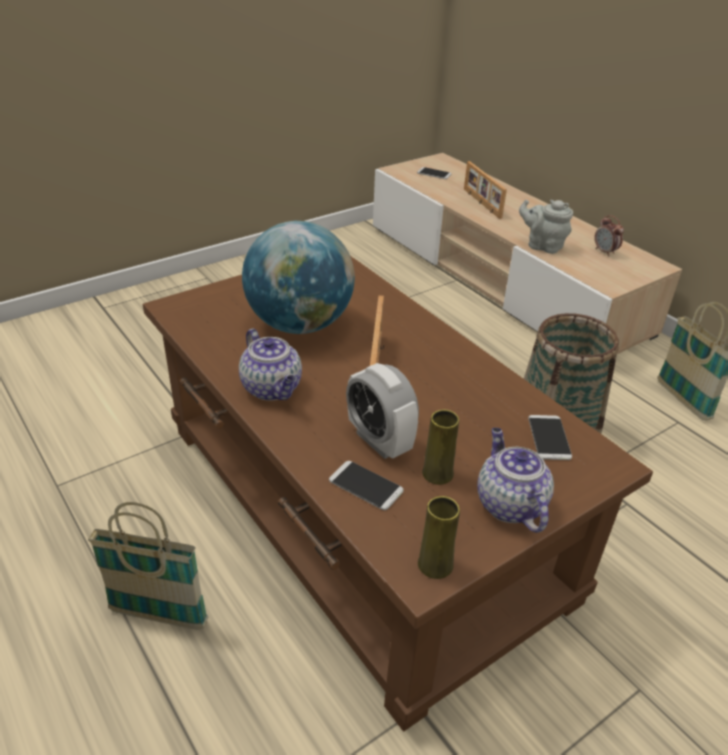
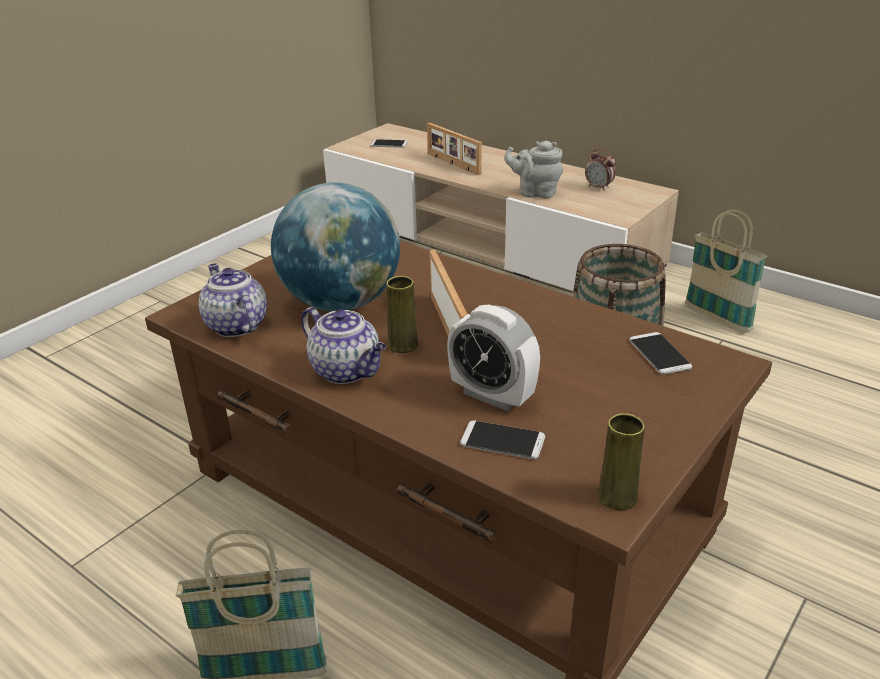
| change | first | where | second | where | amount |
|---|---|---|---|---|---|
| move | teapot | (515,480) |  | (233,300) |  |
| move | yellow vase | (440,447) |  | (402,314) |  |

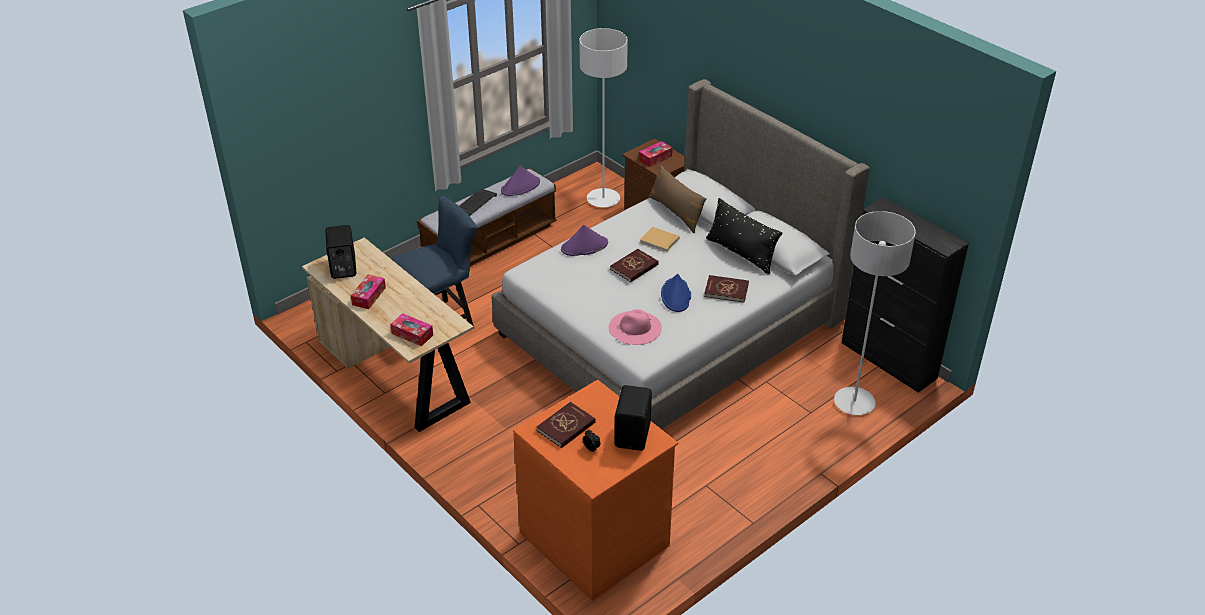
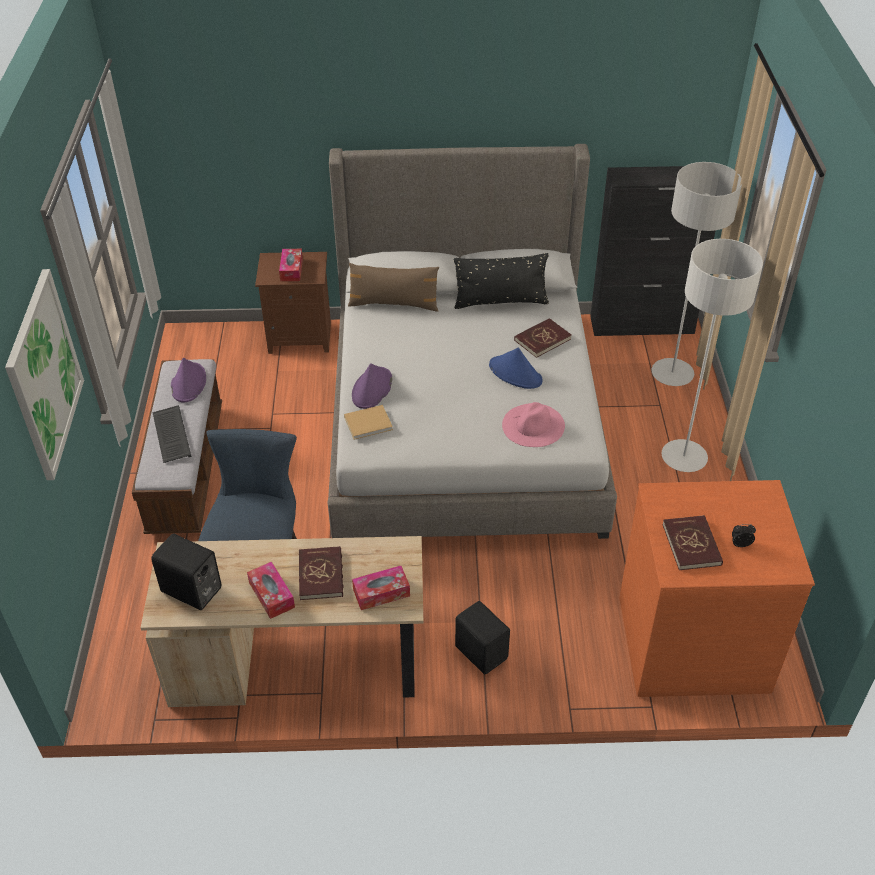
| change | first | where | second | where | amount |
|---|---|---|---|---|---|
| insert |  |  | picture | (44,374) |  |
| move | red book | (634,265) |  | (321,573) |  |
| move | beige book | (660,239) |  | (368,422) |  |
| move | black speaker | (633,418) |  | (482,637) |  |
| move | white floor lamp | (603,117) |  | (712,355) |  |

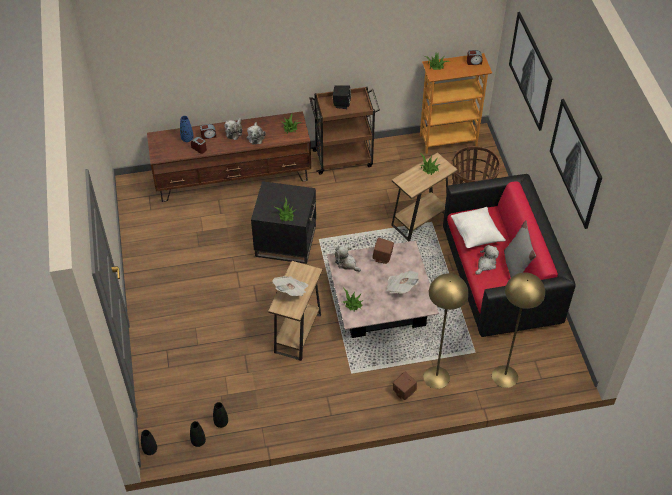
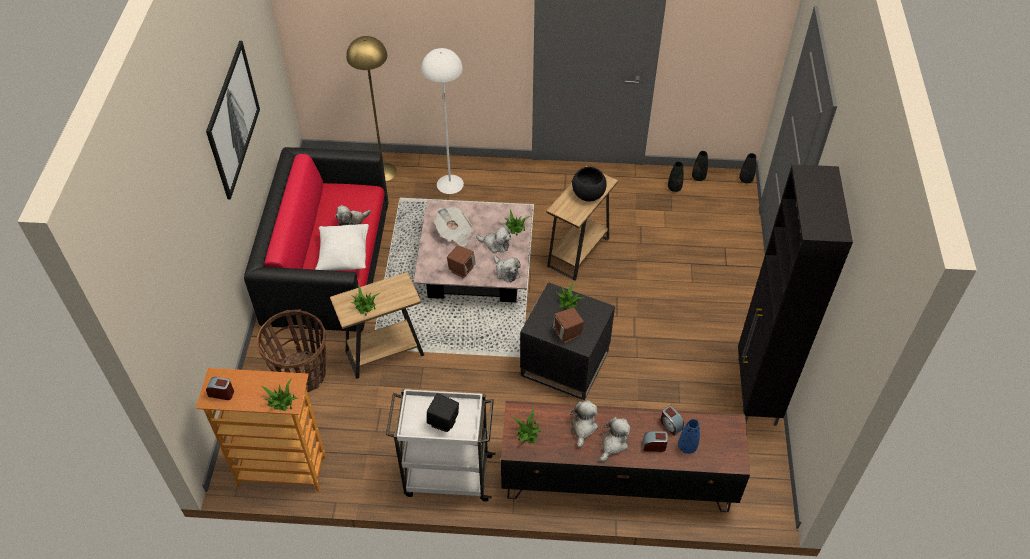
| change | first | where | second | where | amount |
|---|---|---|---|---|---|
| recolor | brown cart | (345,130) | white cart | (441,445) |  |
| recolor | yellow floor lamp | (446,331) | white floor lamp | (442,121) |  |
| insert |  |  | plush toy | (493,239) |  |
| move | brown speaker | (405,385) |  | (568,325) |  |
| replace | newspaper | (290,286) | black bowl | (589,184) |  |
| insert |  |  | black cabinet | (795,295) |  |
| delete | grey pillow | (520,248) |  |  |  |
| delete | picture | (531,71) |  |  |  |

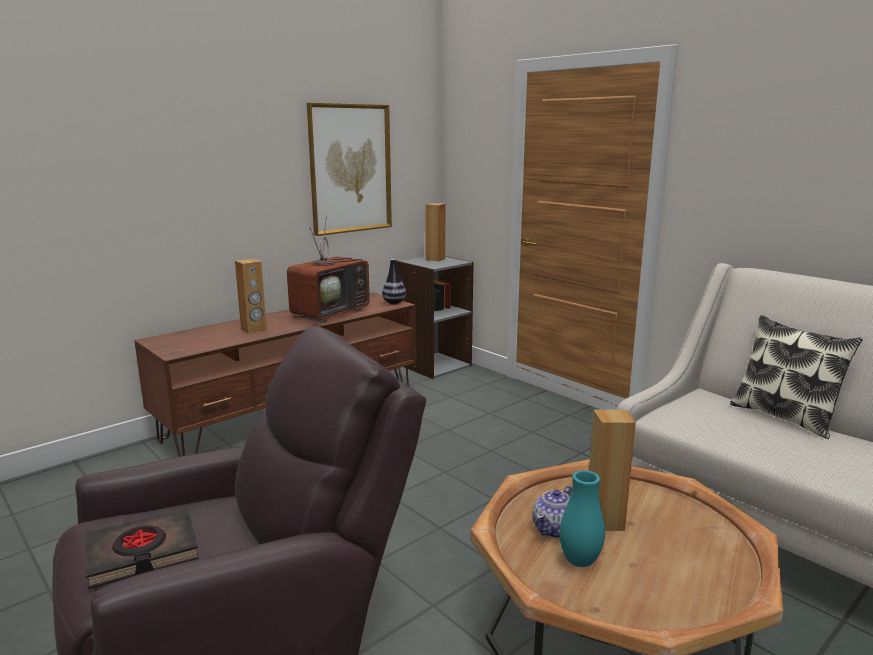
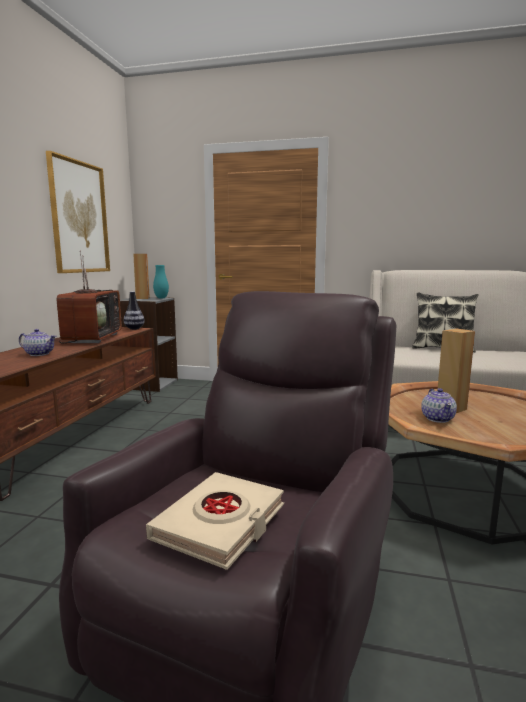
| change | first | where | second | where | amount |
|---|---|---|---|---|---|
| replace | brown speaker | (251,296) | teapot | (37,342) |  |
| recolor | black book | (142,549) | beige book | (215,521) |  |
| move | turquoise vase | (582,518) |  | (161,281) |  |

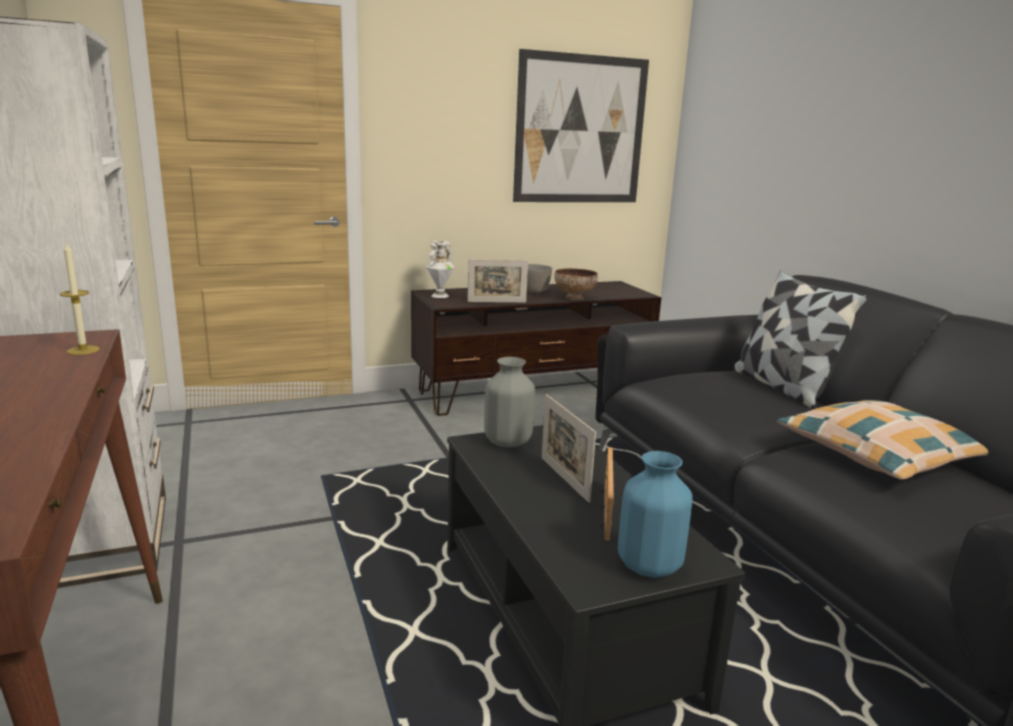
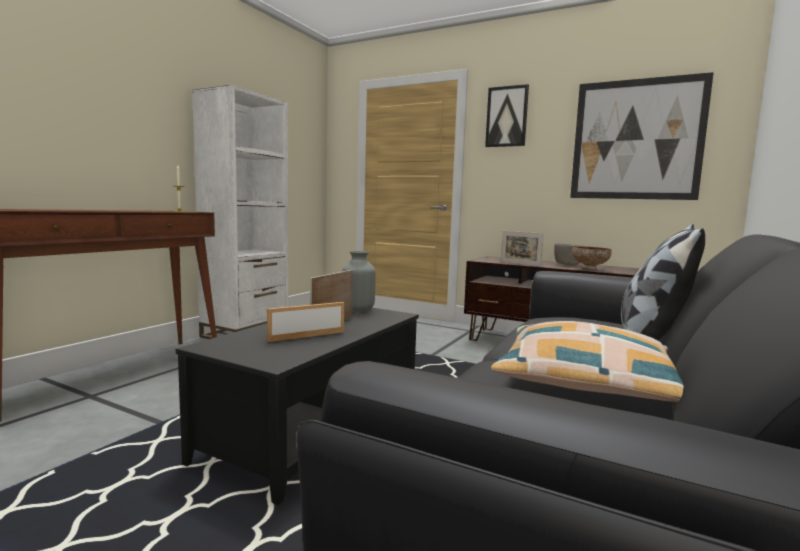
| change | first | where | second | where | amount |
|---|---|---|---|---|---|
| insert |  |  | picture | (507,115) |  |
| delete | white vase | (440,269) |  |  |  |
| delete | blue vase | (655,514) |  |  |  |

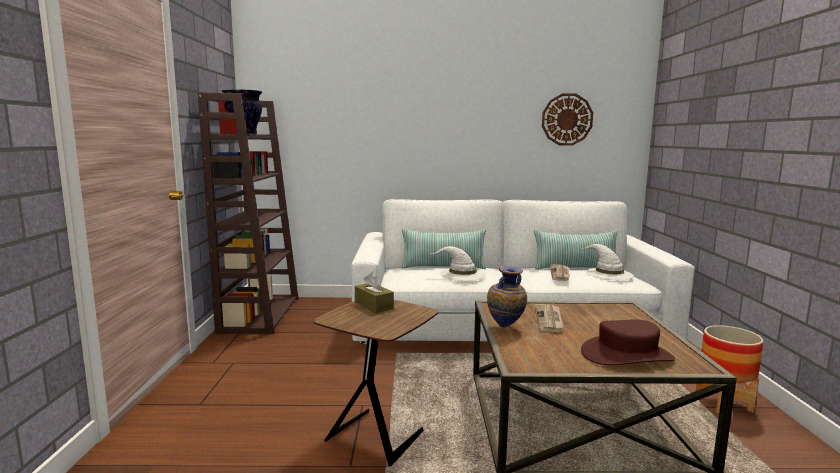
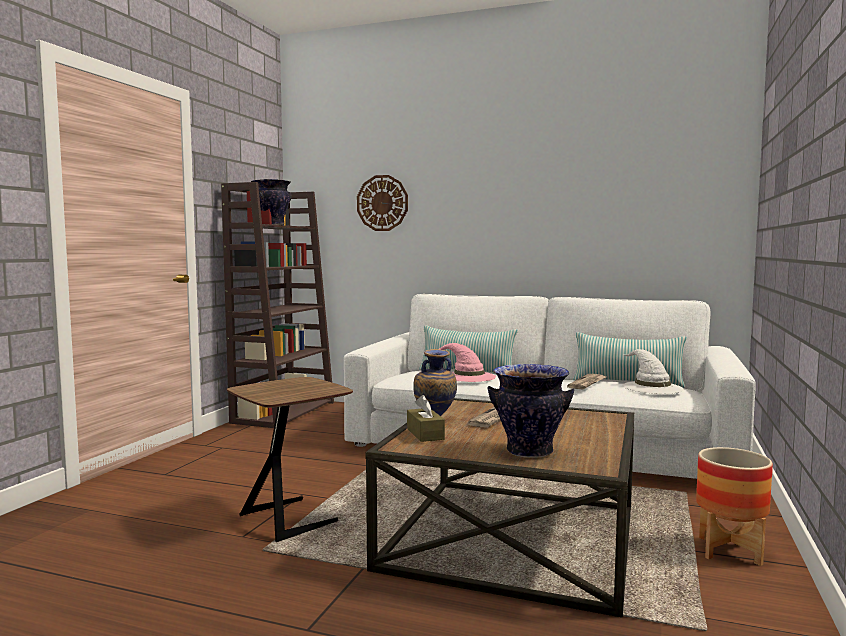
| change | first | where | second | where | amount |
|---|---|---|---|---|---|
| move | wall clock | (567,119) |  | (382,203) |  |
| move | brown tissue box | (374,293) |  | (426,418) |  |
| recolor | white hat | (458,263) | pink hat | (467,362) |  |
| replace | brown hat | (628,342) | vase | (531,411) |  |

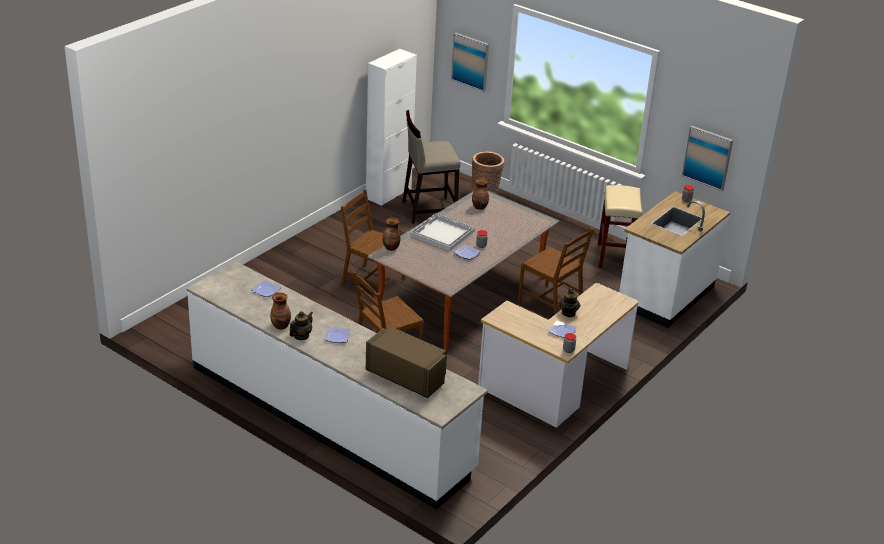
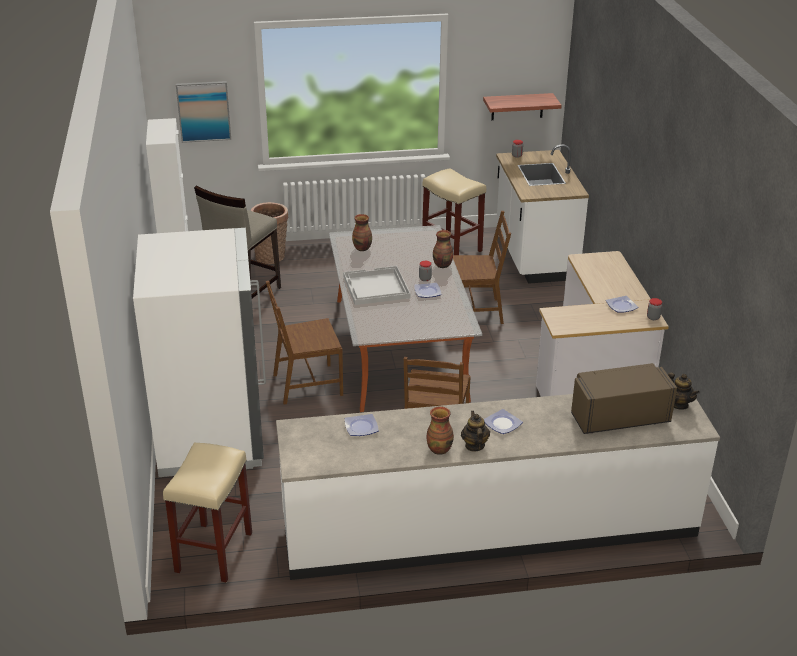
| change | first | where | second | where | amount |
|---|---|---|---|---|---|
| insert |  |  | white fridge | (199,352) |  |
| insert |  |  | beige stool | (207,512) |  |
| move | vase | (391,234) |  | (443,249) |  |
| replace | picture | (707,158) | shelf | (522,106) |  |
| move | teapot | (569,302) |  | (684,391) |  |

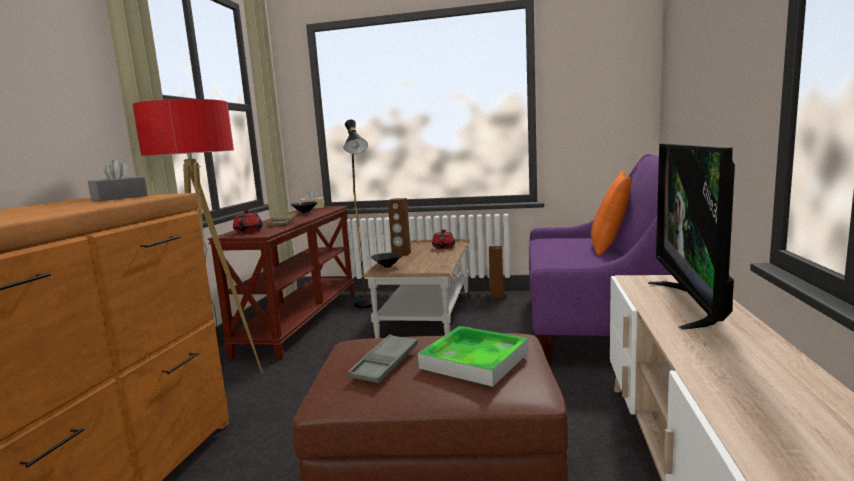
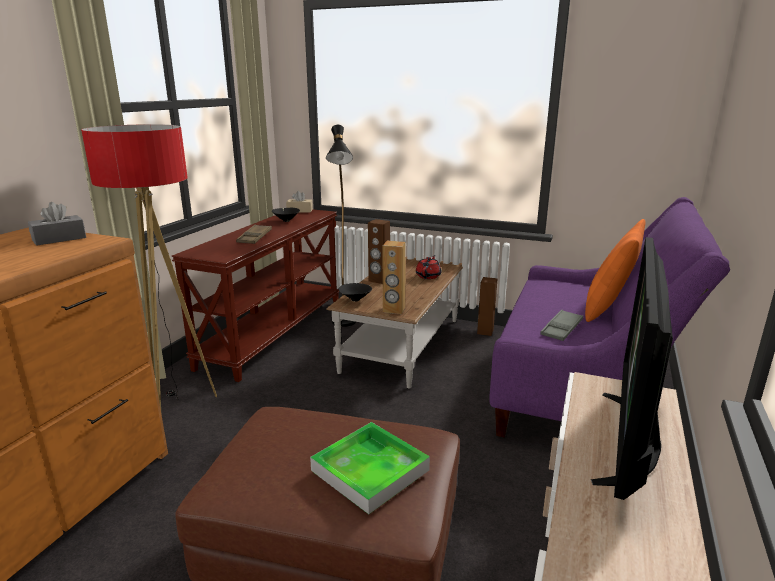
| change | first | where | second | where | amount |
|---|---|---|---|---|---|
| insert |  |  | brown speaker | (394,277) |  |
| move | grey tray | (383,358) |  | (561,325) |  |
| delete | red teapot | (248,221) |  |  |  |

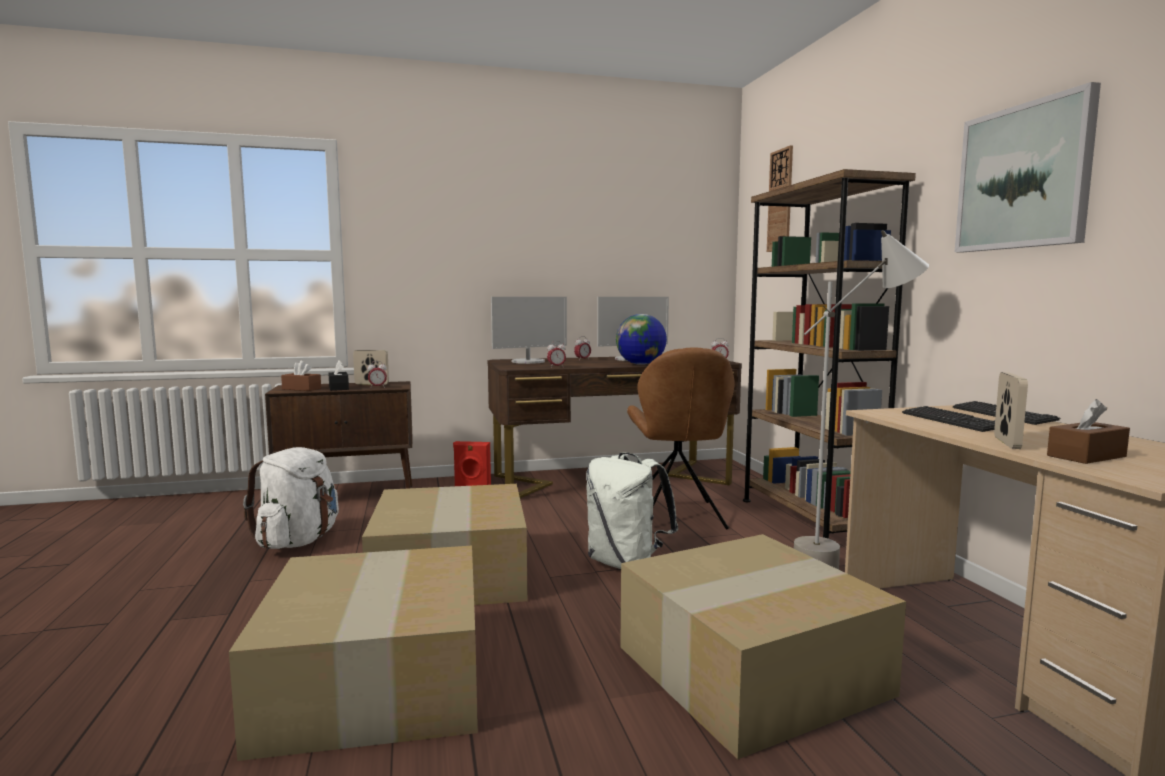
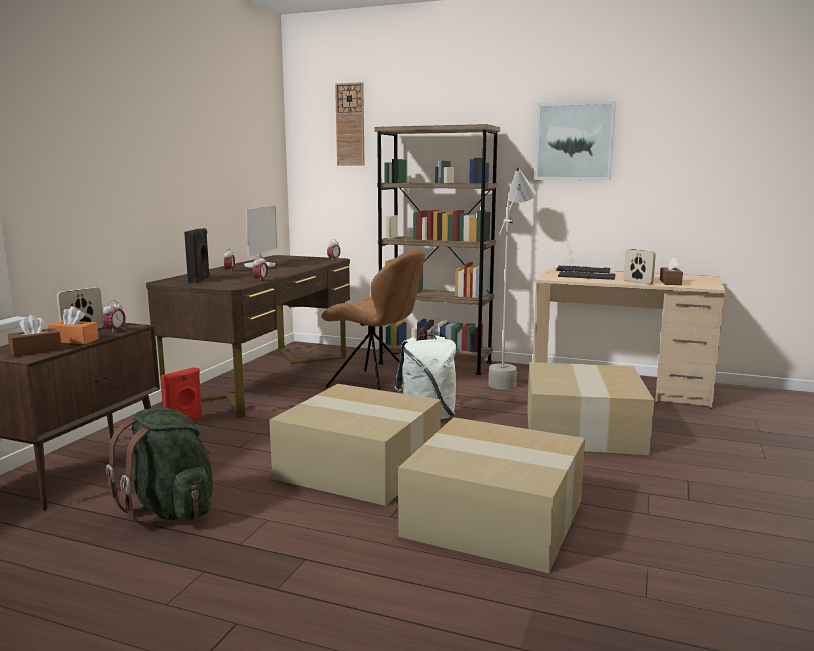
| change | first | where | second | where | amount |
|---|---|---|---|---|---|
| recolor | black tissue box | (338,375) | orange tissue box | (73,325) |  |
| recolor | white backpack | (291,498) | green backpack | (159,467) |  |
| replace | monitor | (529,330) | black speaker | (197,255) |  |
| delete | globe | (641,339) |  |  |  |

